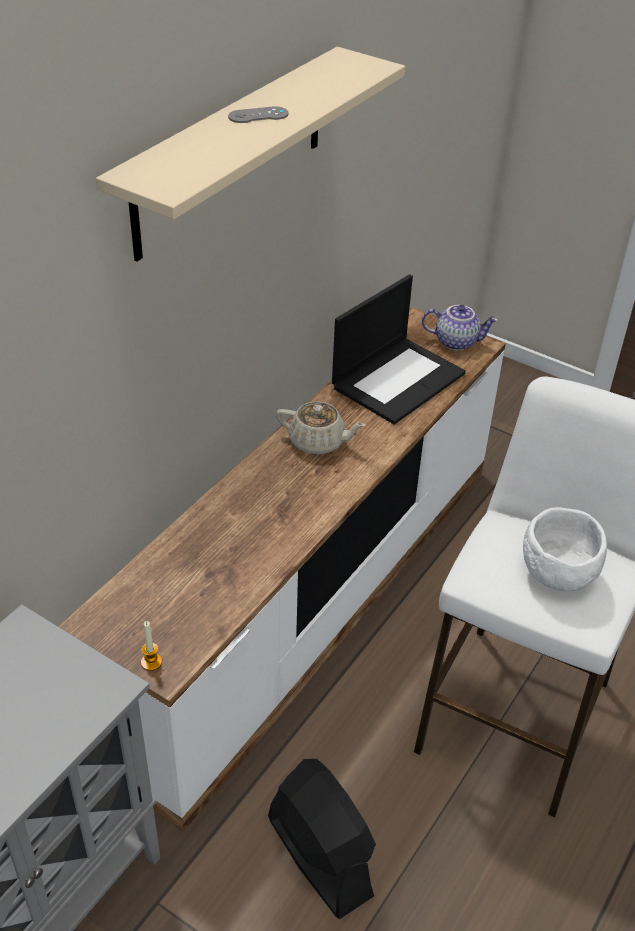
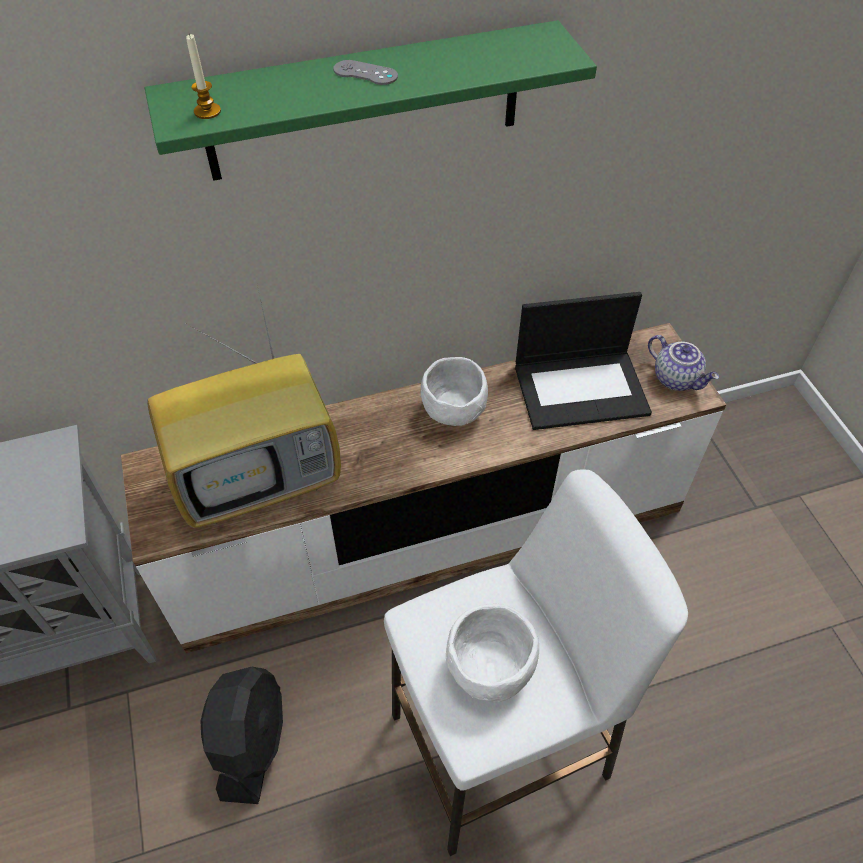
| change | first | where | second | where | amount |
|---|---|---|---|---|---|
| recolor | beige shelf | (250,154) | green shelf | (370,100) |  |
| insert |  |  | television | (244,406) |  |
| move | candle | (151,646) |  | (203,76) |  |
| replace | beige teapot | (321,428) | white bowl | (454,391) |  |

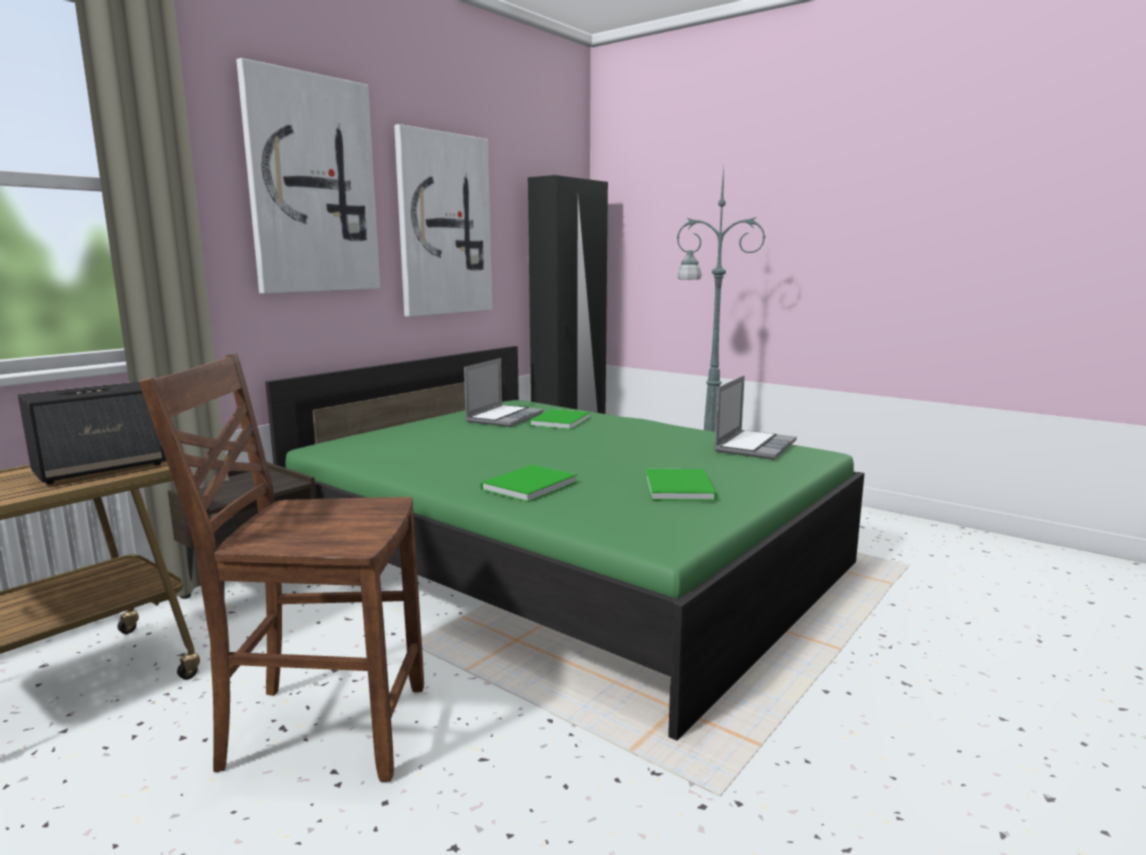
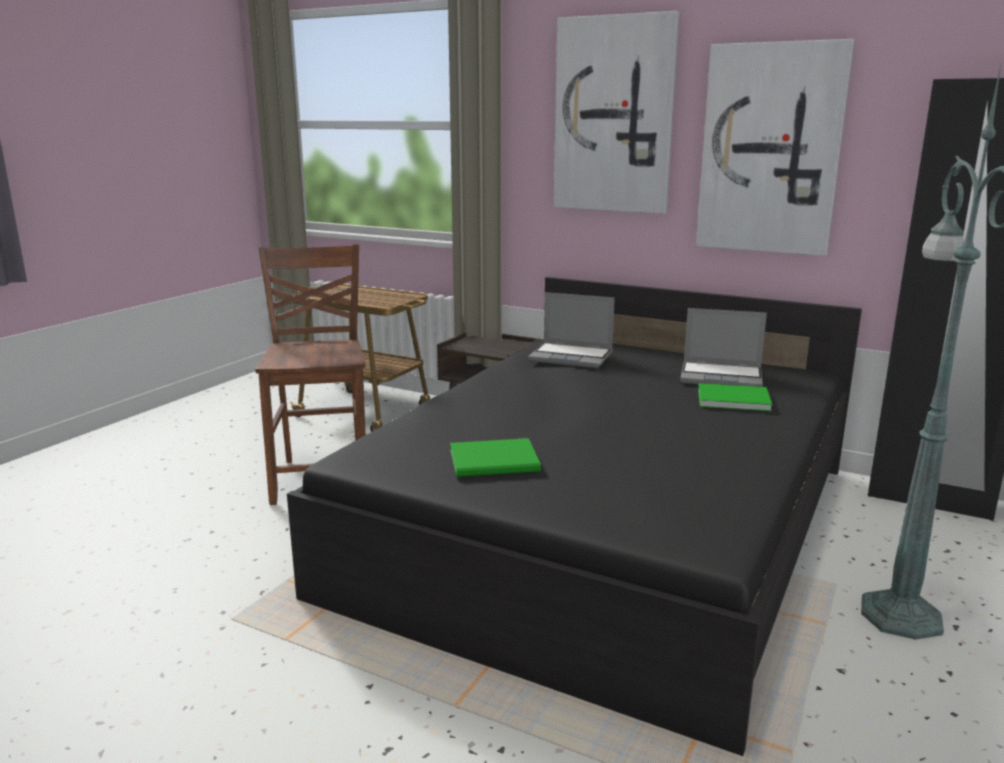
| change | first | where | second | where | amount |
|---|---|---|---|---|---|
| recolor | green bed | (565,543) | black bed | (574,516) |  |
| move | laptop | (755,417) |  | (571,330) |  |
| delete | speaker | (92,433) |  |  |  |
| delete | green book | (528,483) |  |  |  |

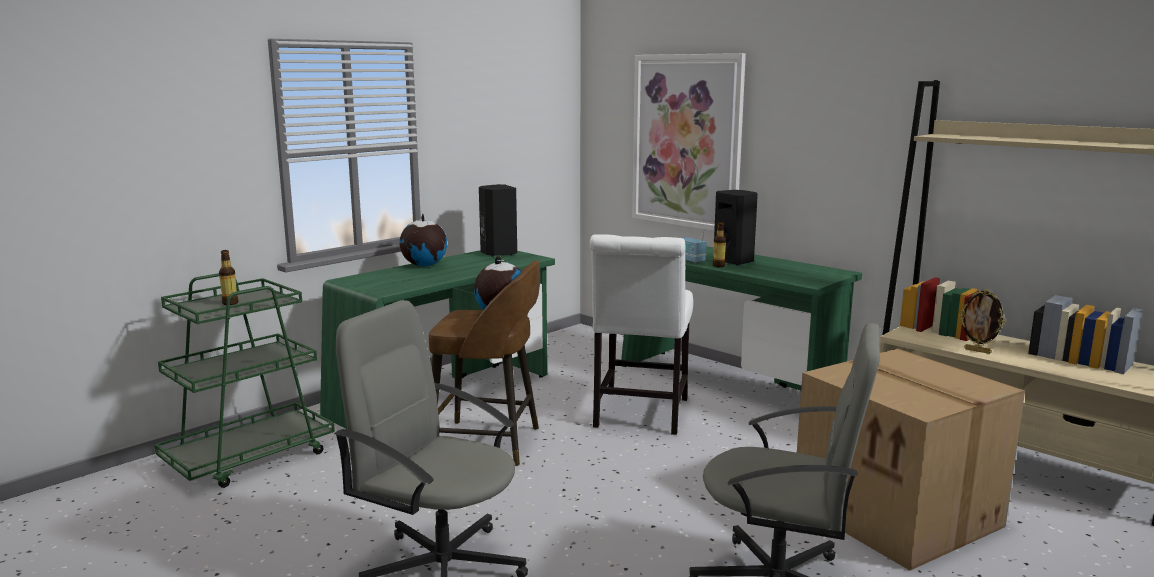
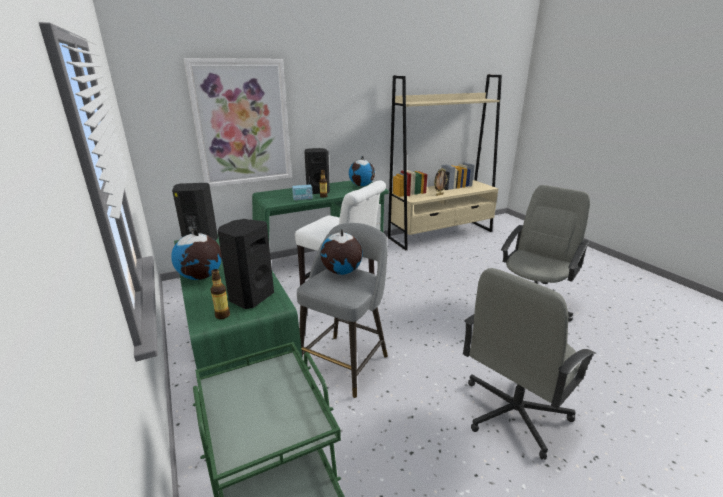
| change | first | where | second | where | amount |
|---|---|---|---|---|---|
| move | bottle | (228,277) |  | (220,294) |  |
| insert |  |  | black speaker | (246,264) |  |
| recolor | brown stool | (484,363) | grey stool | (342,310) |  |
| insert |  |  | globe | (362,171) |  |
| delete | cardboard box | (911,460) |  |  |  |

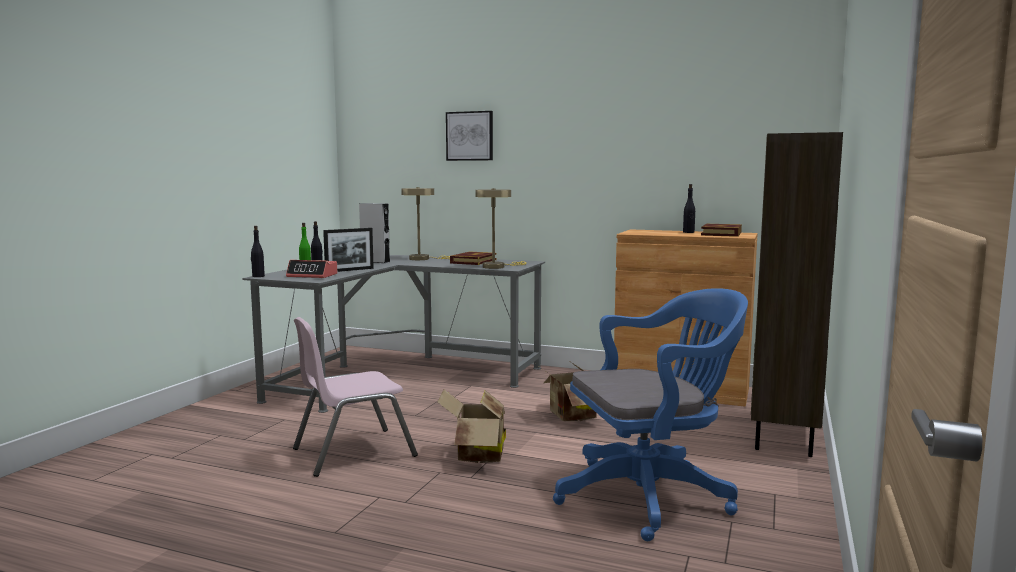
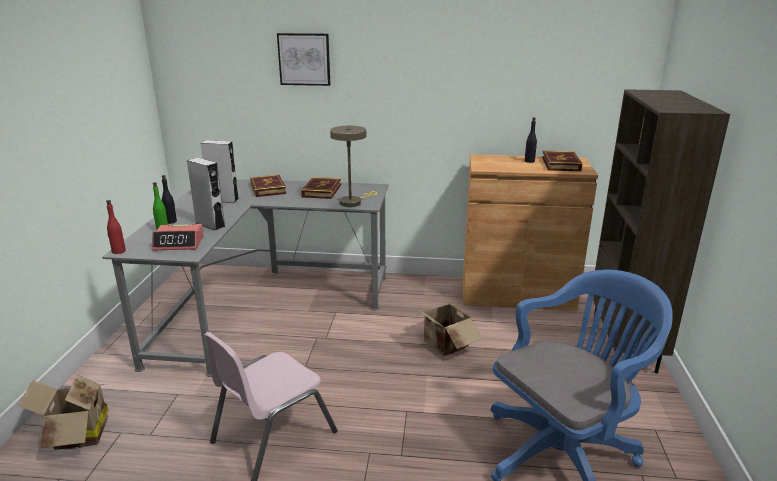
| change | first | where | second | where | amount |
|---|---|---|---|---|---|
| move | cardboard box | (471,426) |  | (63,412) |  |
| recolor | black bottle | (258,251) | red bottle | (116,227) |  |
| replace | picture frame | (348,250) | grey speaker | (206,194) |  |
| replace | beige table lamp | (425,223) | book | (268,186) |  |

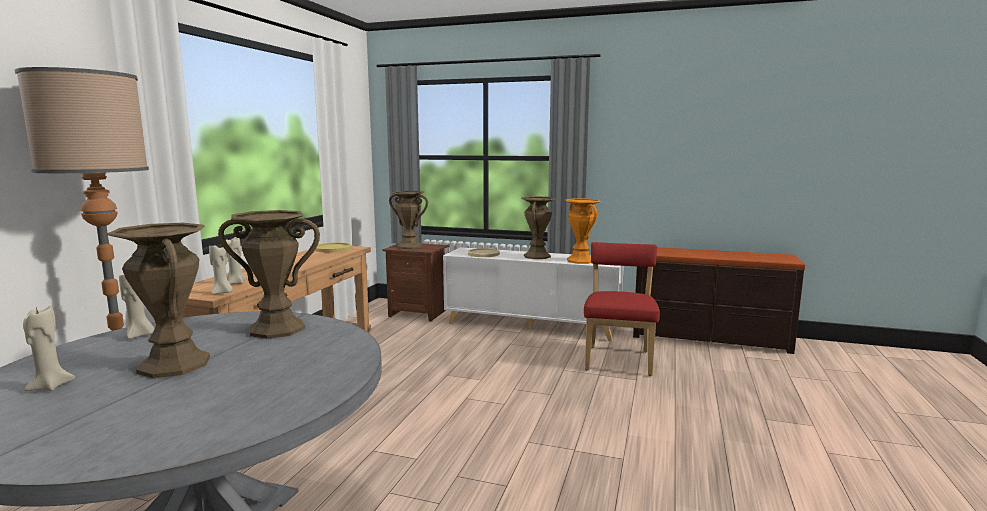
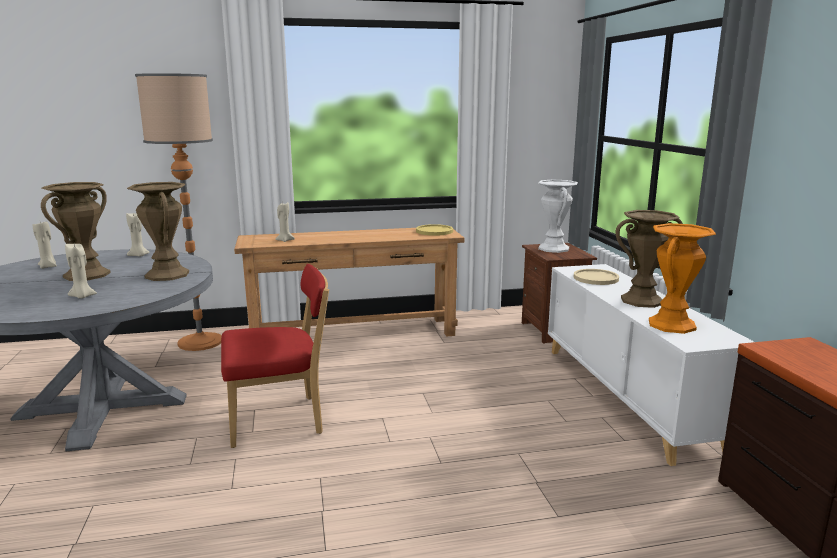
| change | first | where | second | where | amount |
|---|---|---|---|---|---|
| move | beige candle | (221,269) |  | (81,271) |  |
| move | red chair | (622,309) |  | (275,356) |  |
| recolor | brown vase | (408,220) | white vase | (558,216) |  |

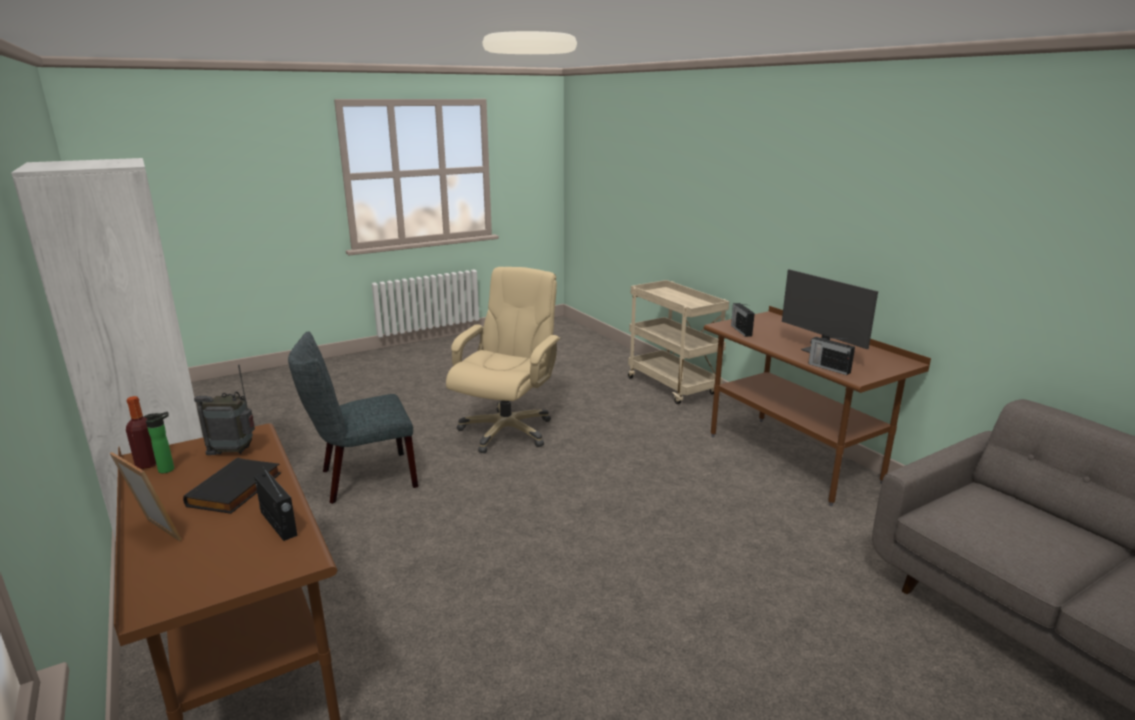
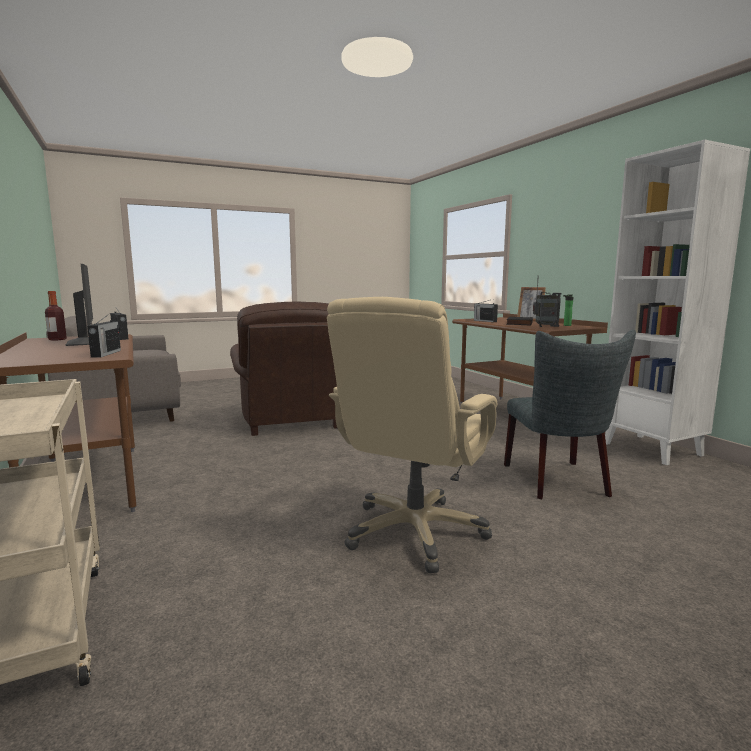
| change | first | where | second | where | amount |
|---|---|---|---|---|---|
| move | bottle | (141,432) |  | (56,316) |  |
| insert |  |  | brown armchair | (283,369) |  |
| rotate | grey chair | (353,417) |  | (570,414) | 105 degrees clockwise |

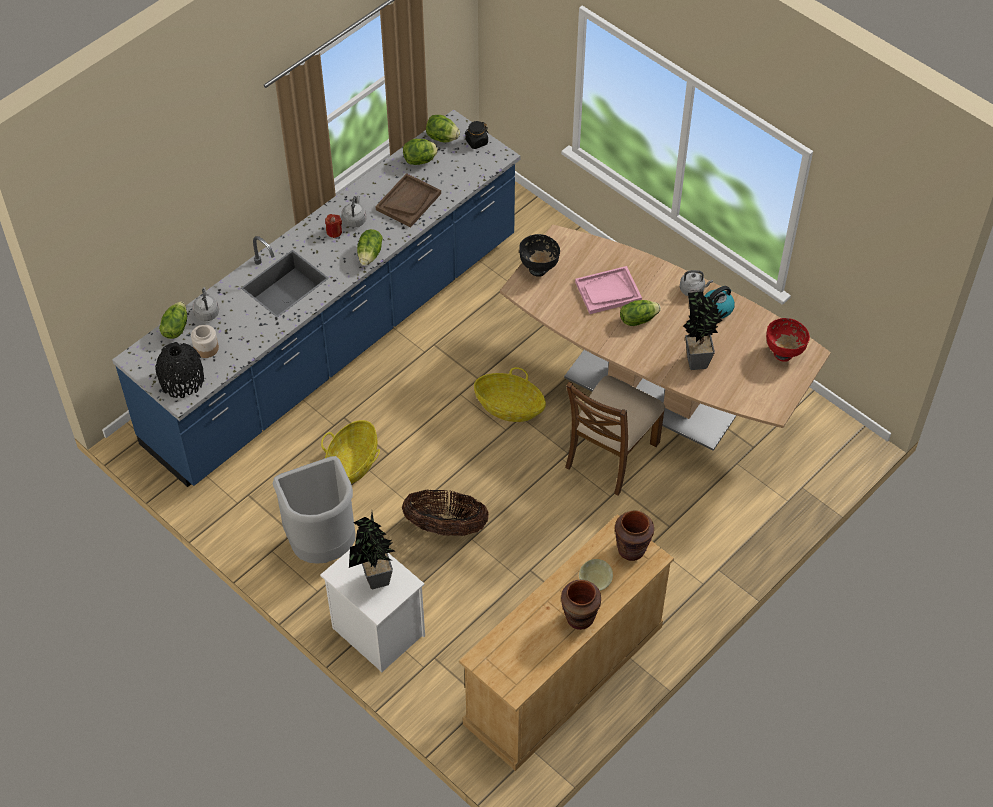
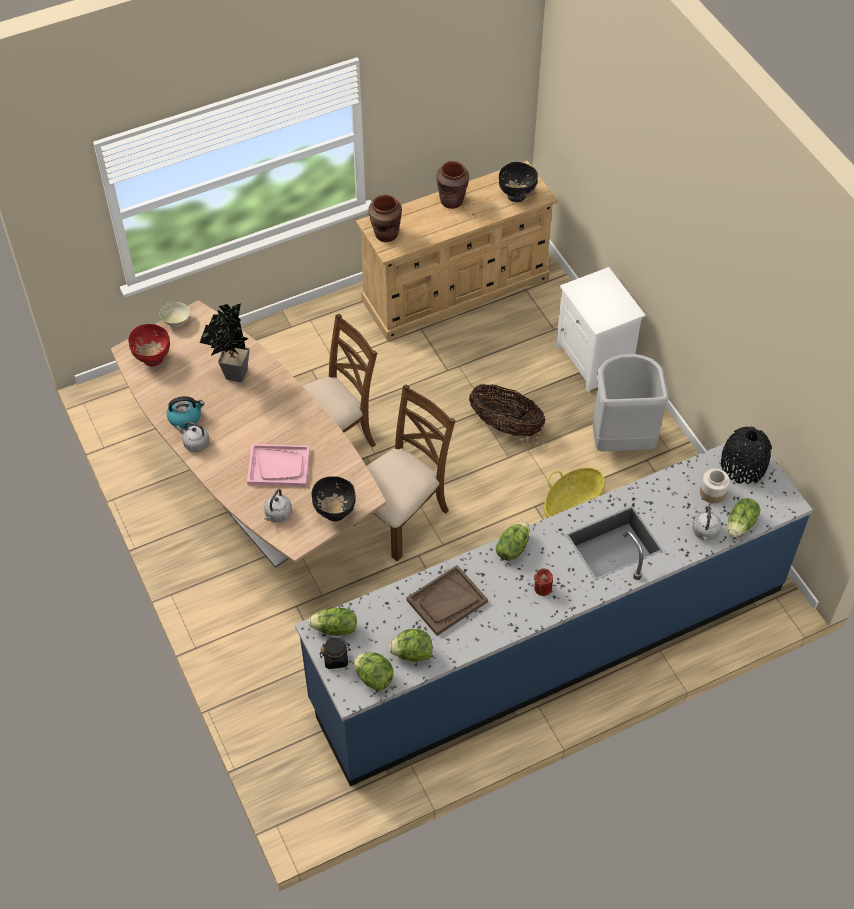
| change | first | where | second | where | amount |
|---|---|---|---|---|---|
| move | beige bowl | (596,575) |  | (175,315) |  |
| move | grey kettle | (354,211) |  | (278,505) |  |
| move | lettuce | (640,313) |  | (332,622) |  |
| replace | basket | (510,394) | brown chair | (404,473) |  |
| insert |  |  | black bowl | (518,182) |  |
| delete | potted plant | (372,551) |  |  |  |

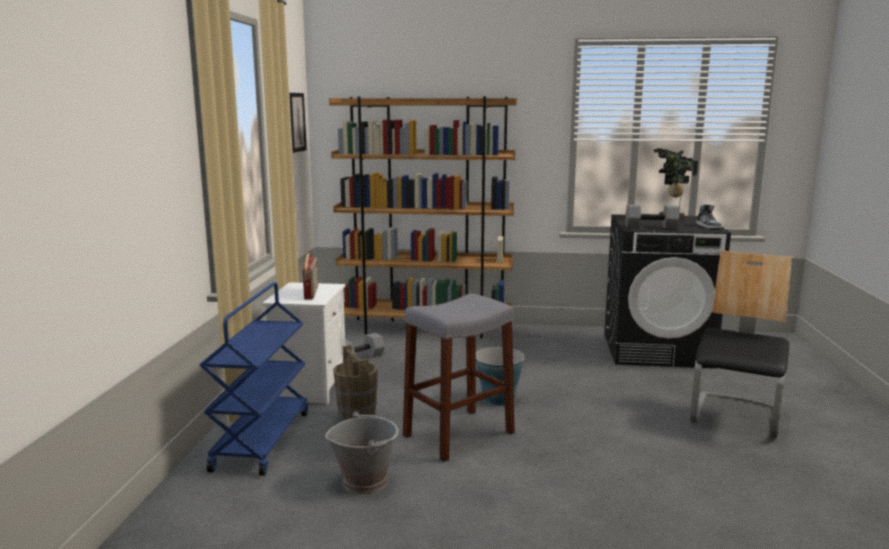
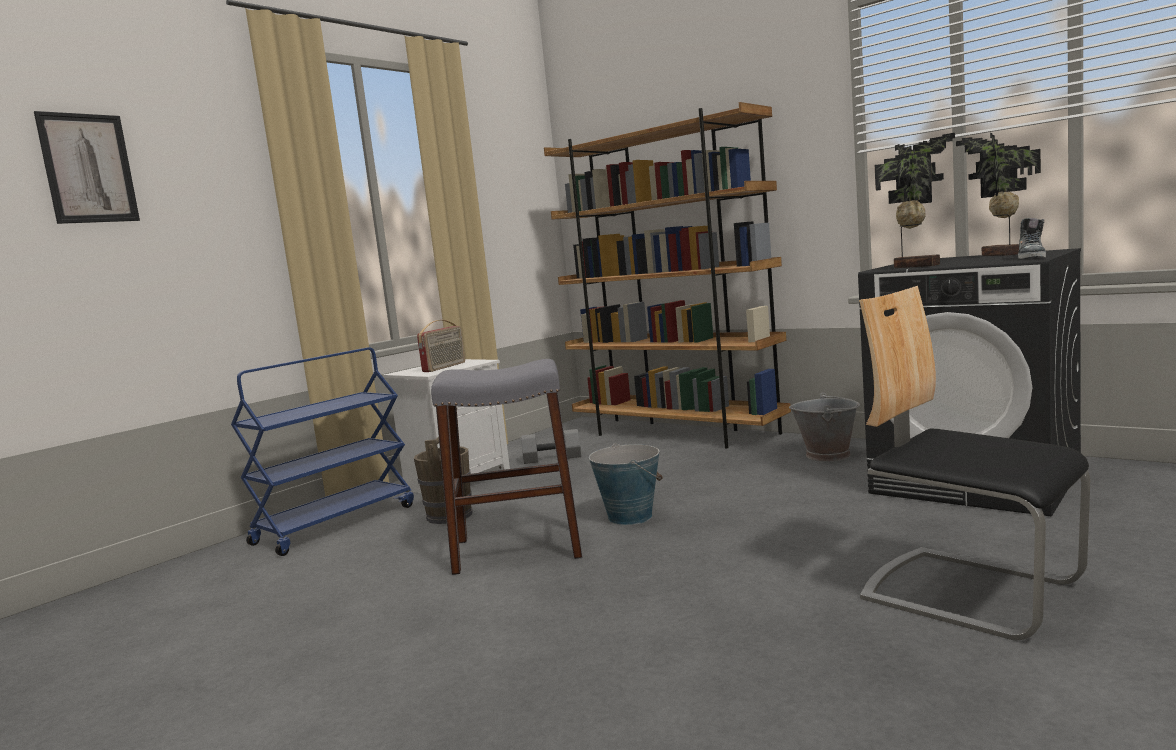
| change | first | where | second | where | amount |
|---|---|---|---|---|---|
| move | picture | (298,123) |  | (87,167) |  |
| move | grey bucket | (362,452) |  | (824,427) |  |
| rotate | chair | (741,344) |  | (974,463) | 105 degrees counterclockwise |
| replace | grey dumbbell | (652,216) | potted plant | (915,200) |  |

